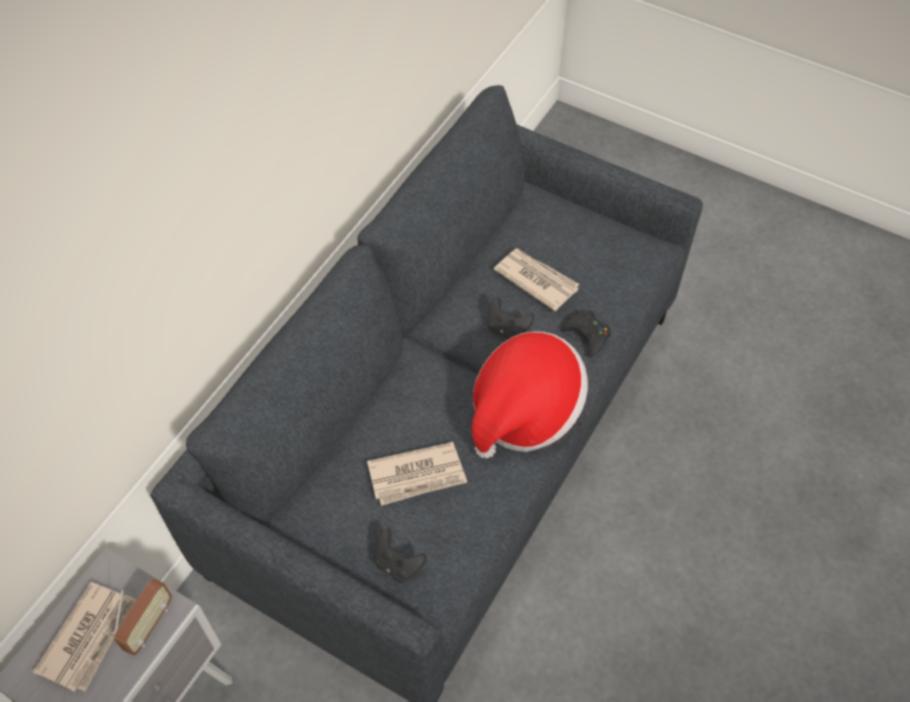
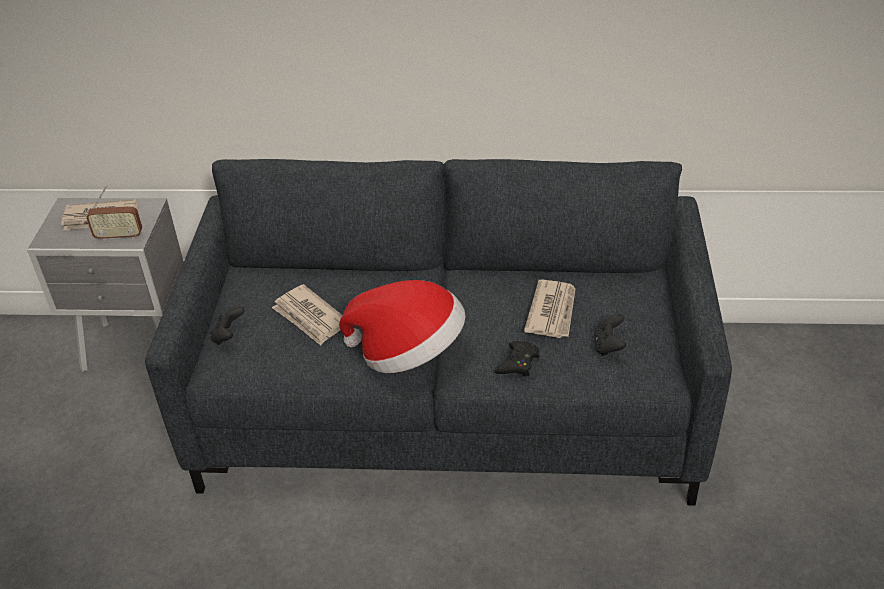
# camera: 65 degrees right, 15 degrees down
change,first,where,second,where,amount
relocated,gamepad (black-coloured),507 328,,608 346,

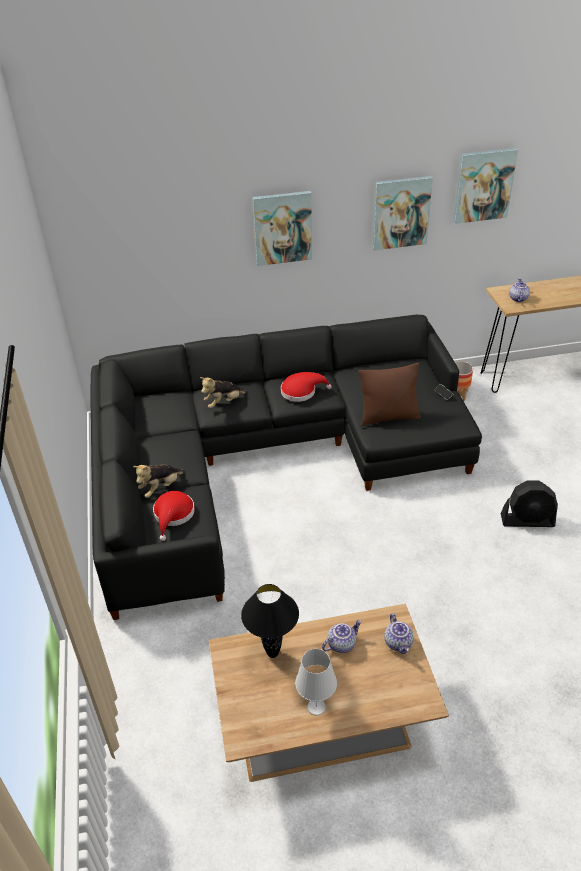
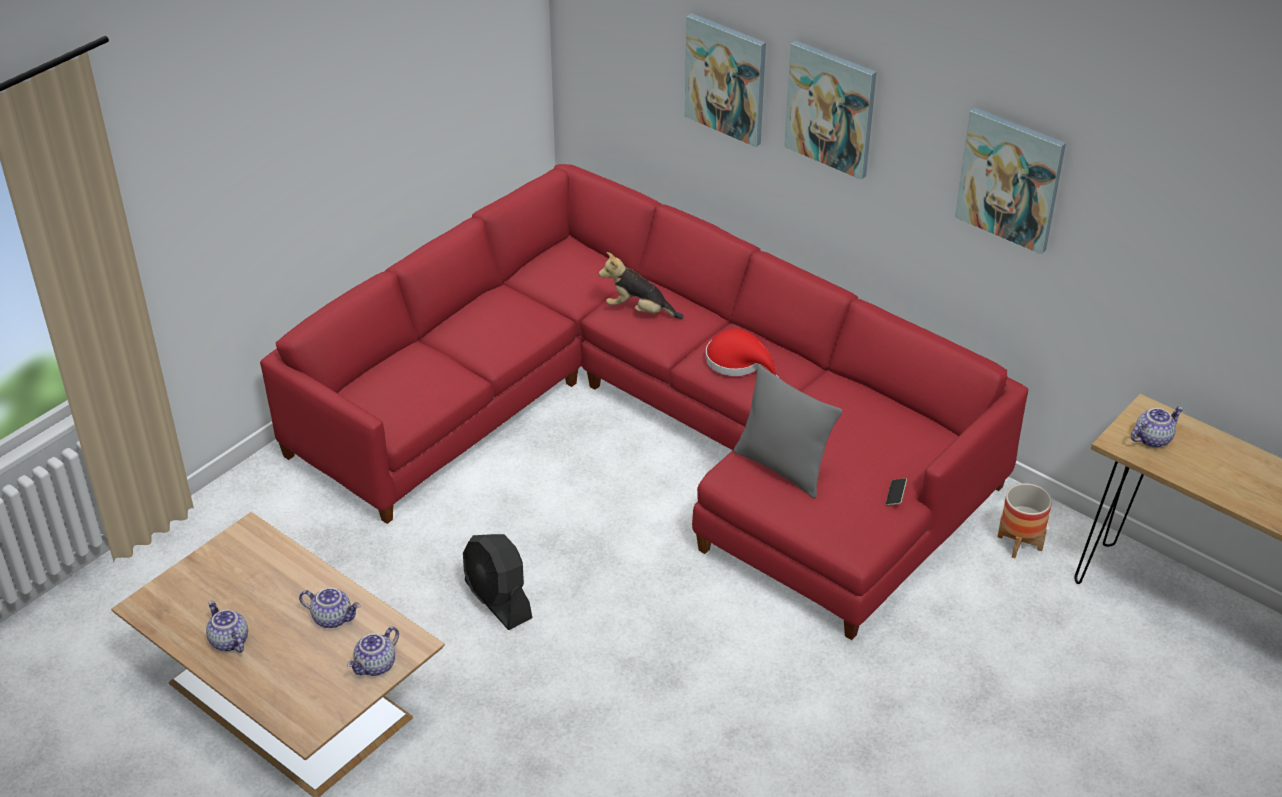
# camera: 50 degrees right, 0 degrees up
change,first,where,second,where,amount
missing,soft toy,161 488,,,
missing,wearable hat (red-coloured),173 515,,,
missing,table lamp (black-coloured),272 653,,,
relocated,picture,483 185,,726 79,
relocated,fan (black-coloured),527 520,,498 600,
exchanged,table lamp (white),316 707,teapot,228 641,
colour,sofa (black-coloured),264 460,sofa (red-coloured),653 428,
colour,pillow (brown),388 417,pillow (gray),782 467,

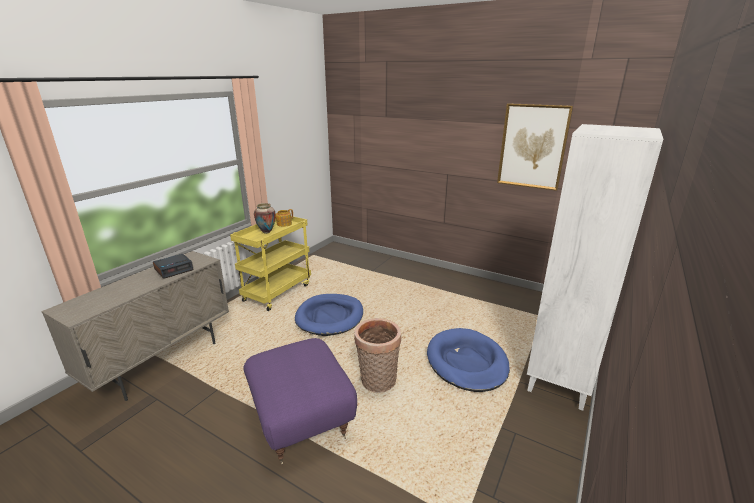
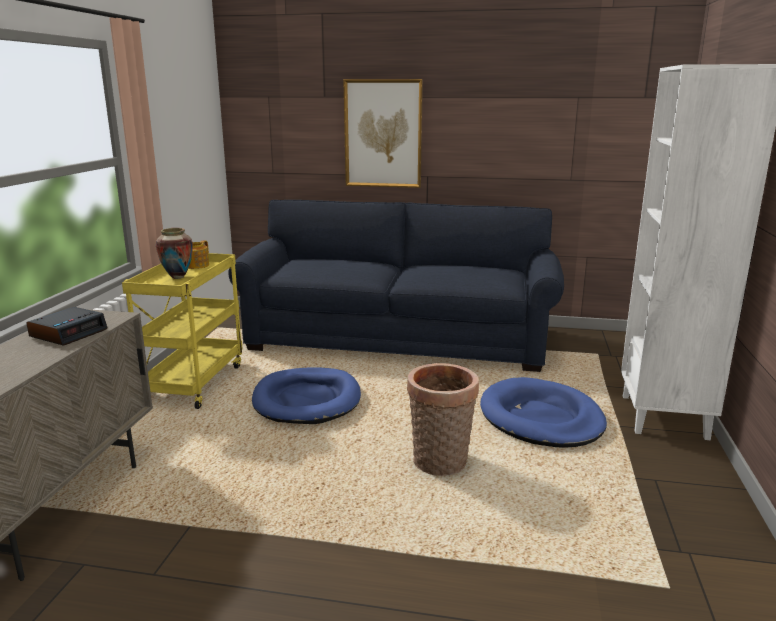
# camera: 20 degrees left, 5 degrees down
change,first,where,second,where,amount
missing,pouffe (purplish),302 418,,,
appeared,,,sofa (blue),398 339,
relocated,picture,532 146,,383 134,

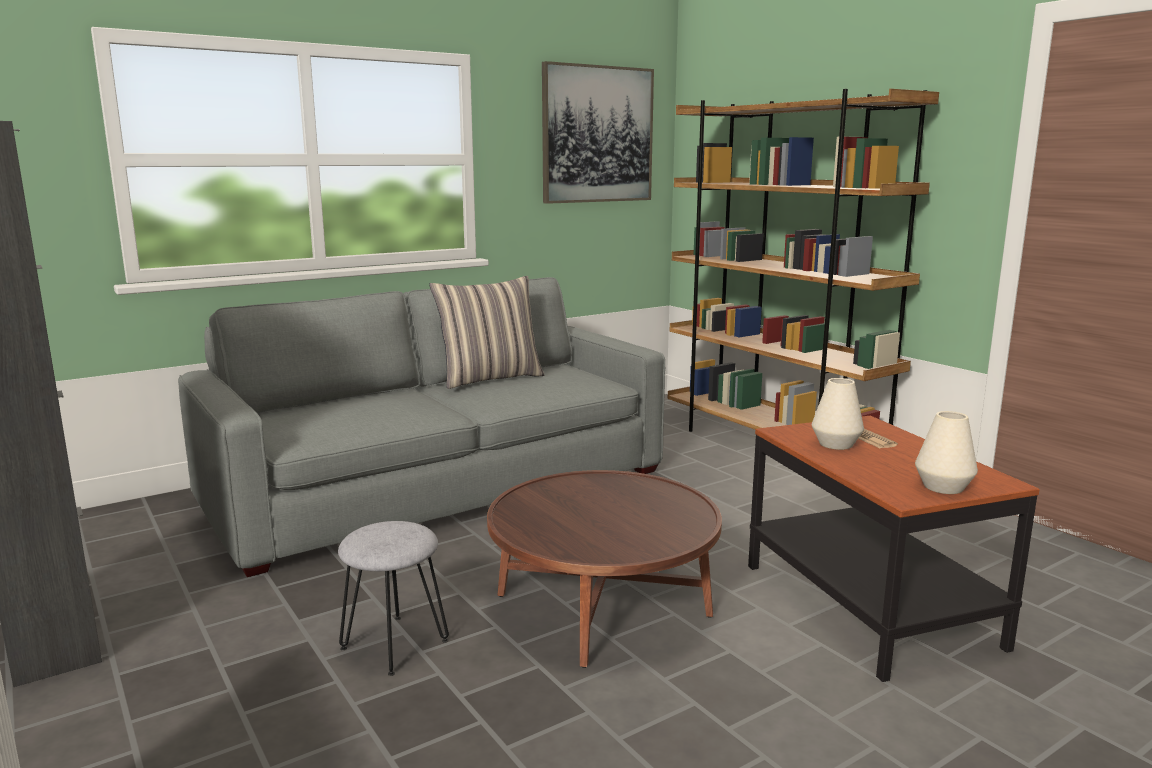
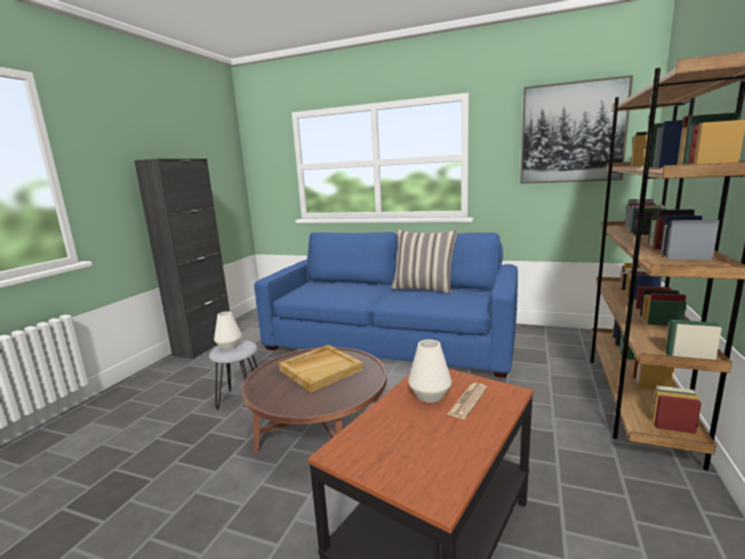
# camera: 55 degrees right, 0 degrees up
change,first,where,second,where,amount
appeared,,,serving tray (beige-coloured),321 369,
relocated,flower vase (white),943 487,,229 346,
colour,sofa (gray),438 486,sofa (blue),390 340,

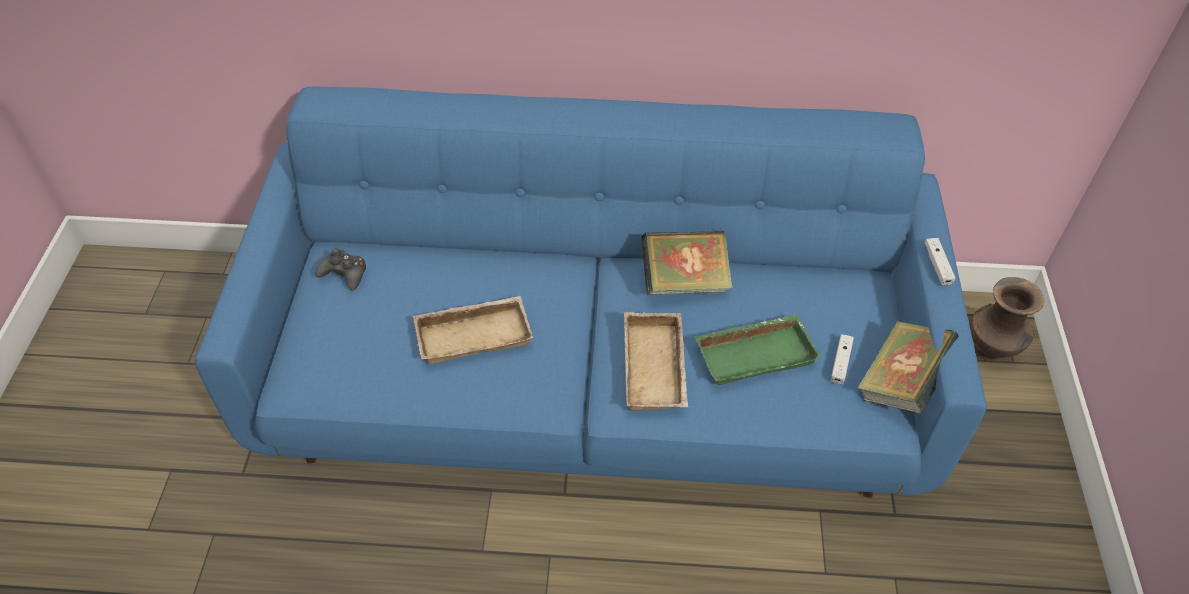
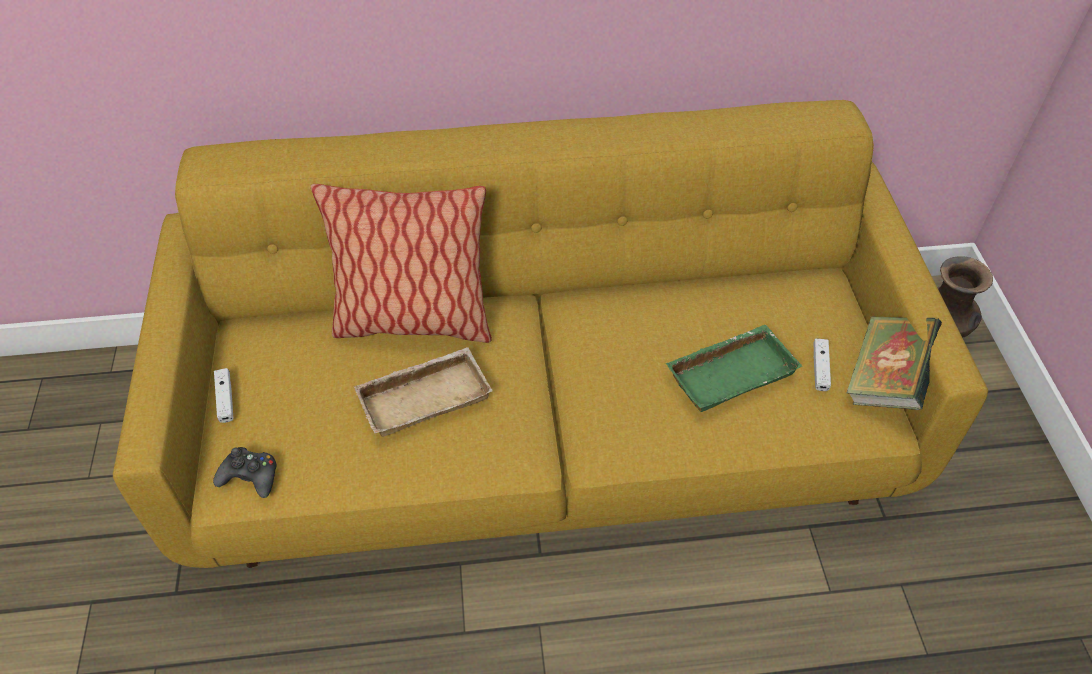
# camera: 10 degrees left, 0 degrees up
change,first,where,second,where,amount
missing,serving tray (beige-coloured),657 368,,,
missing,volume,684 281,,,
appeared,,,pillow,413 321,
relocated,gamepad (black-coloured),344 274,,250 476,
relocated,gamepad (white),937 265,,225 399,
colour,sofa (blue),595 384,sofa (yellow),547 430,

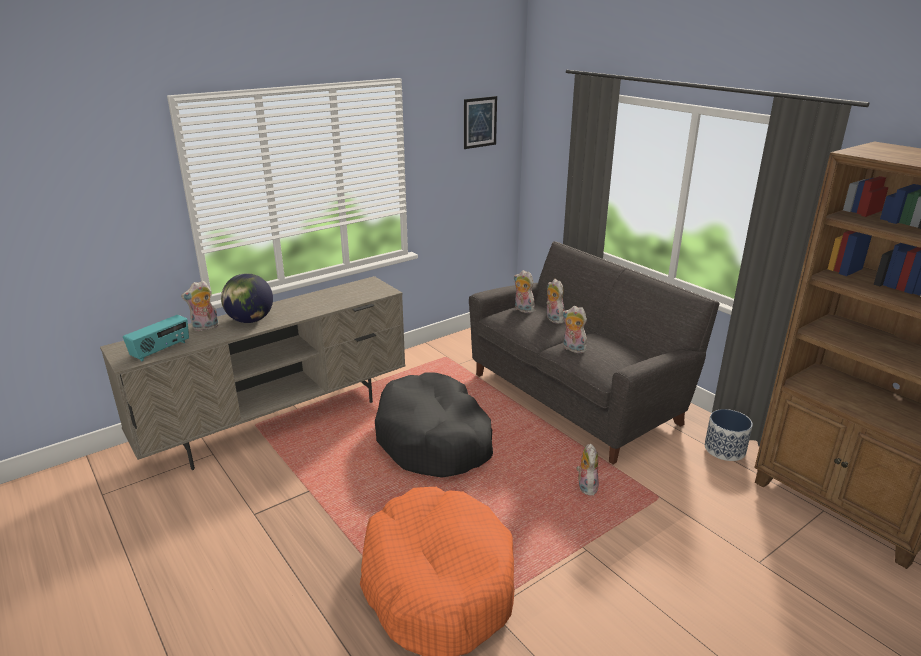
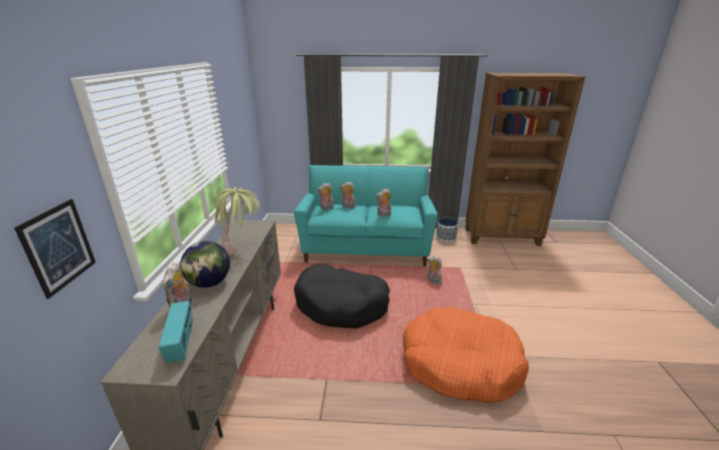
# camera: 50 degrees left, 0 degrees up
change,first,where,second,where,amount
appeared,,,houseplant,243 250,
relocated,picture,480 122,,59 247,
colour,sofa (gray),576 397,sofa (turquoise),366 247,

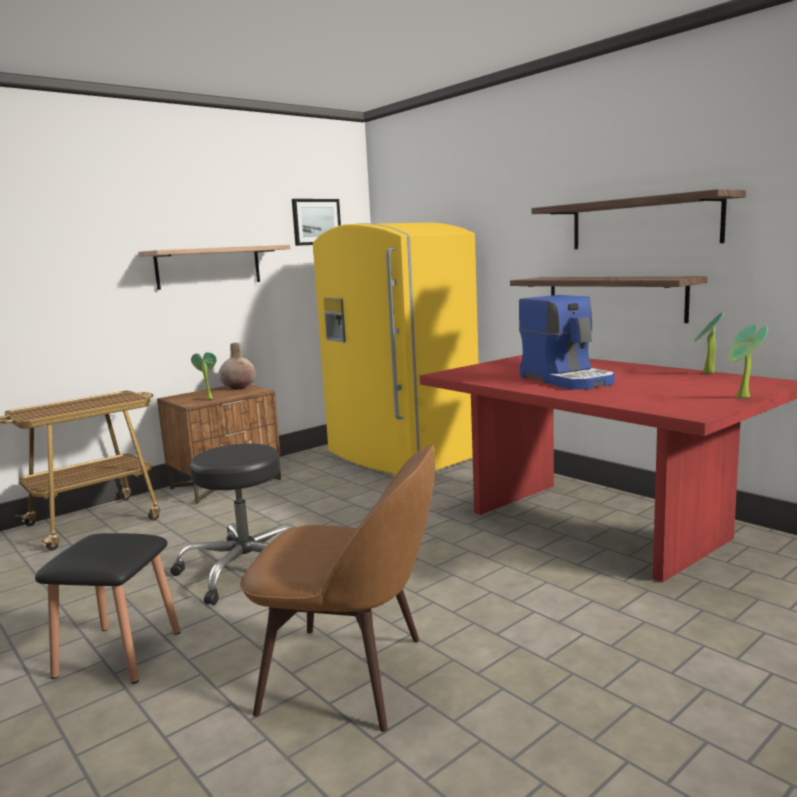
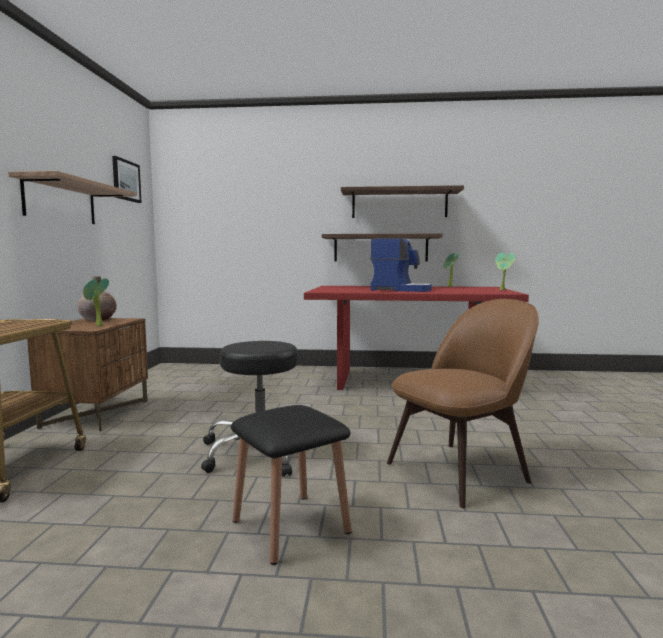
# camera: 45 degrees left, 5 degrees down
change,first,where,second,where,amount
missing,refrigerator (yellow),400 456,,,

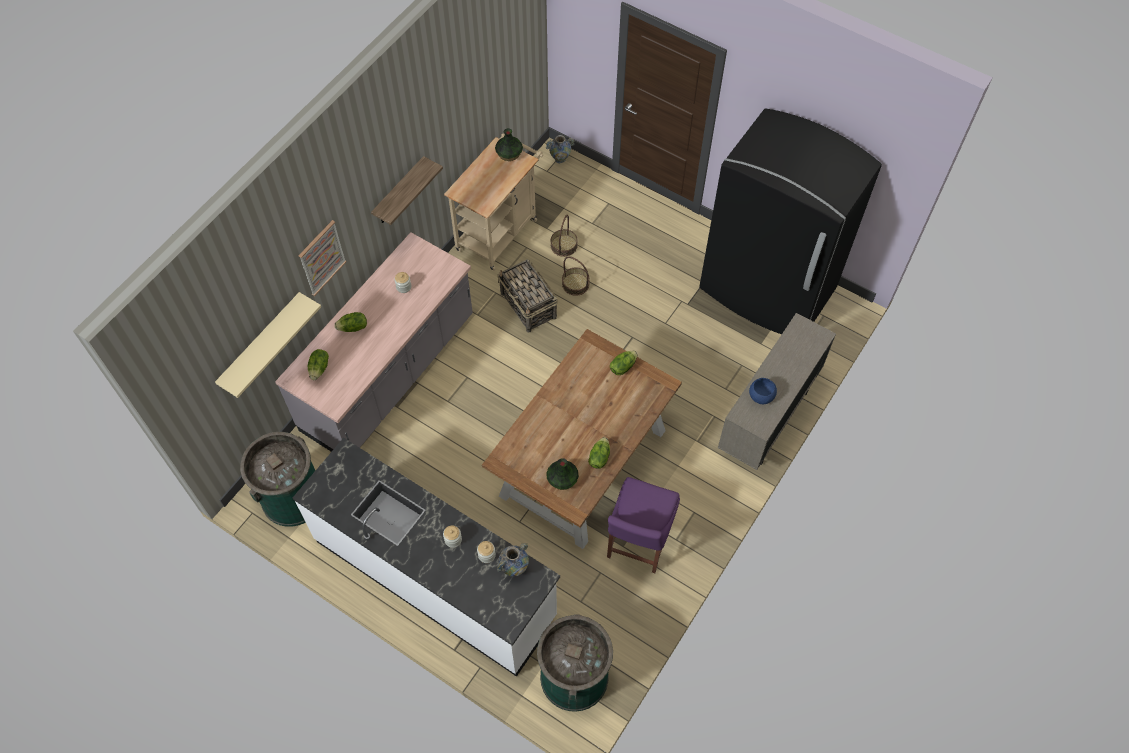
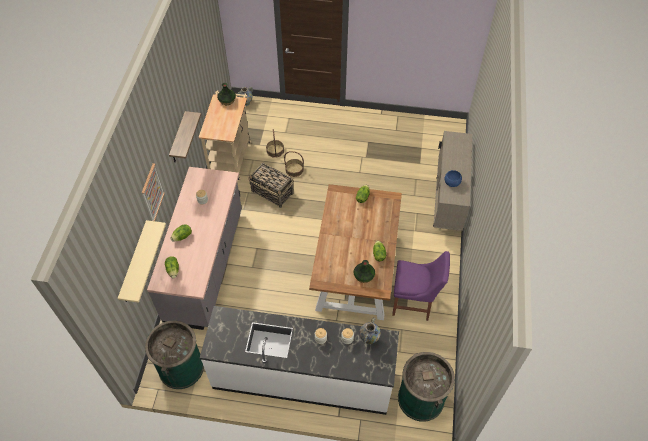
# camera: 25 degrees left, 5 degrees down
change,first,where,second,where,amount
missing,refrigerator (black-coloured),767 290,,,
spun,chair (purplish),637 544,,414 304,75 degrees counterclockwise

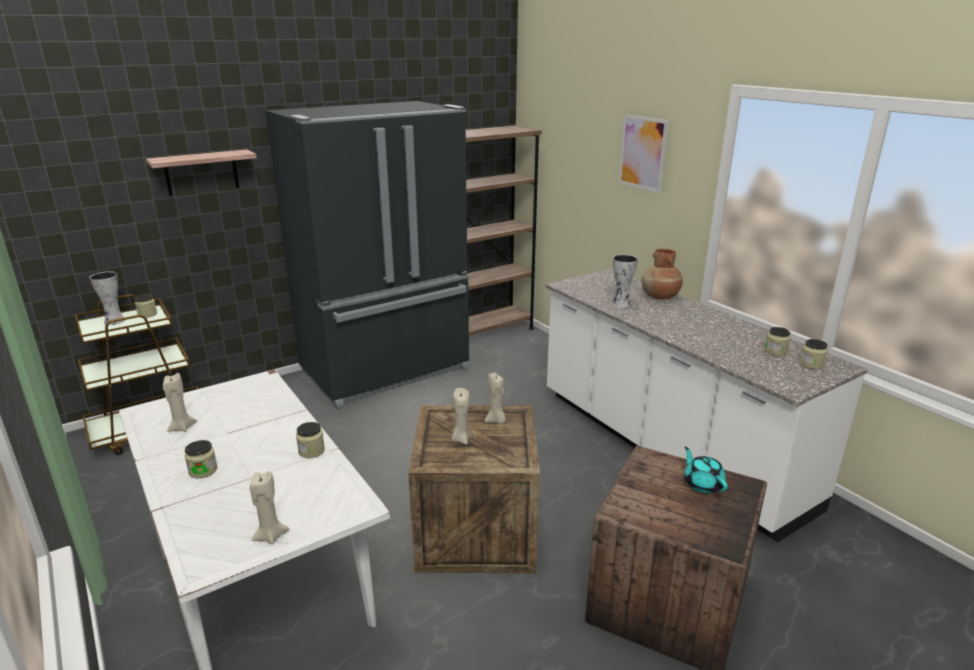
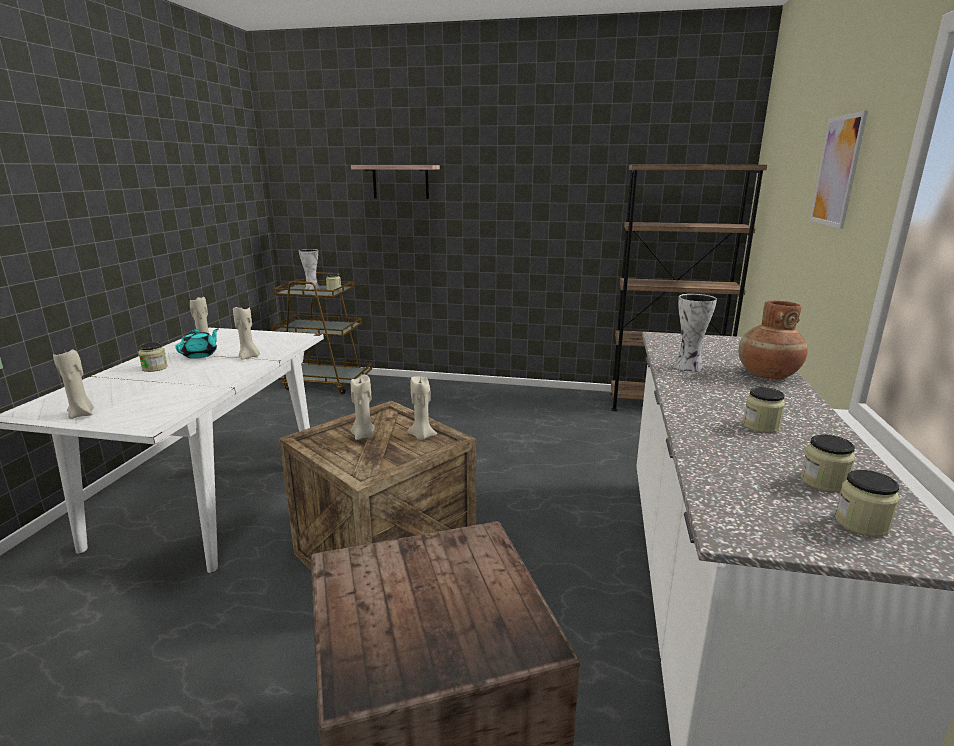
# camera: 45 degrees right, 5 degrees down
change,first,where,second,where,amount
missing,refrigerator (black-coloured),387 371,,,
appeared,,,wax light (beige-coloured),249 357,
relocated,storage jar,311 451,,761 426,
relocated,teapot (turquoise),702 484,,200 355,

